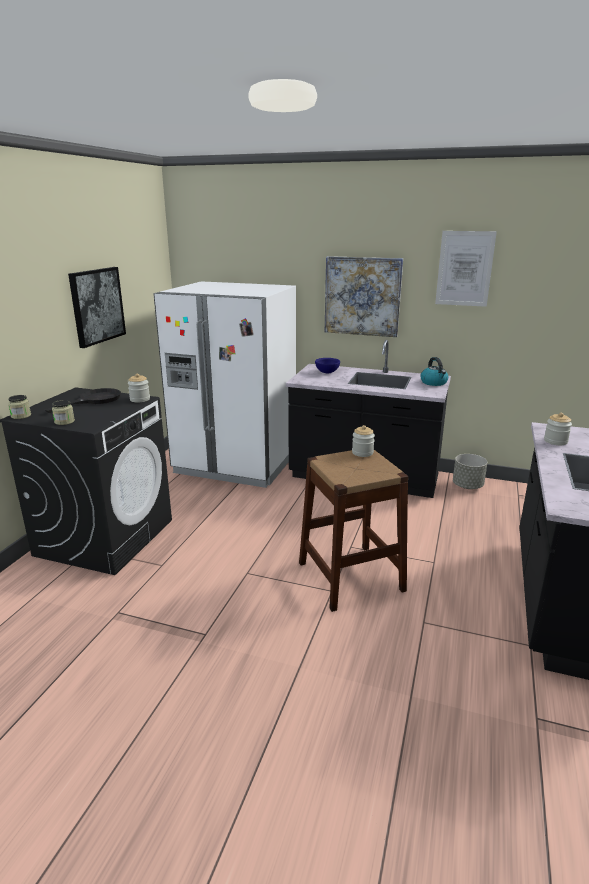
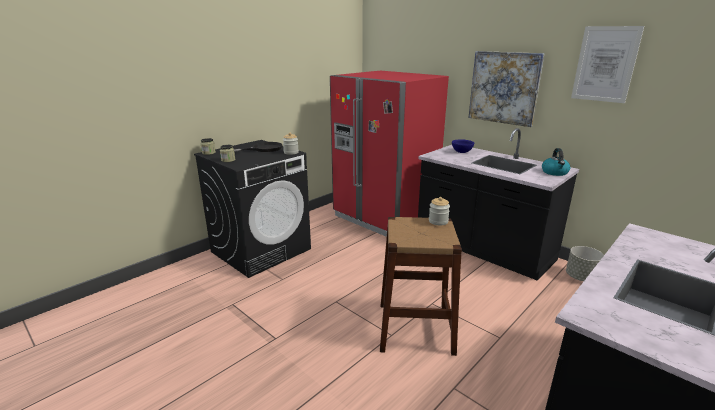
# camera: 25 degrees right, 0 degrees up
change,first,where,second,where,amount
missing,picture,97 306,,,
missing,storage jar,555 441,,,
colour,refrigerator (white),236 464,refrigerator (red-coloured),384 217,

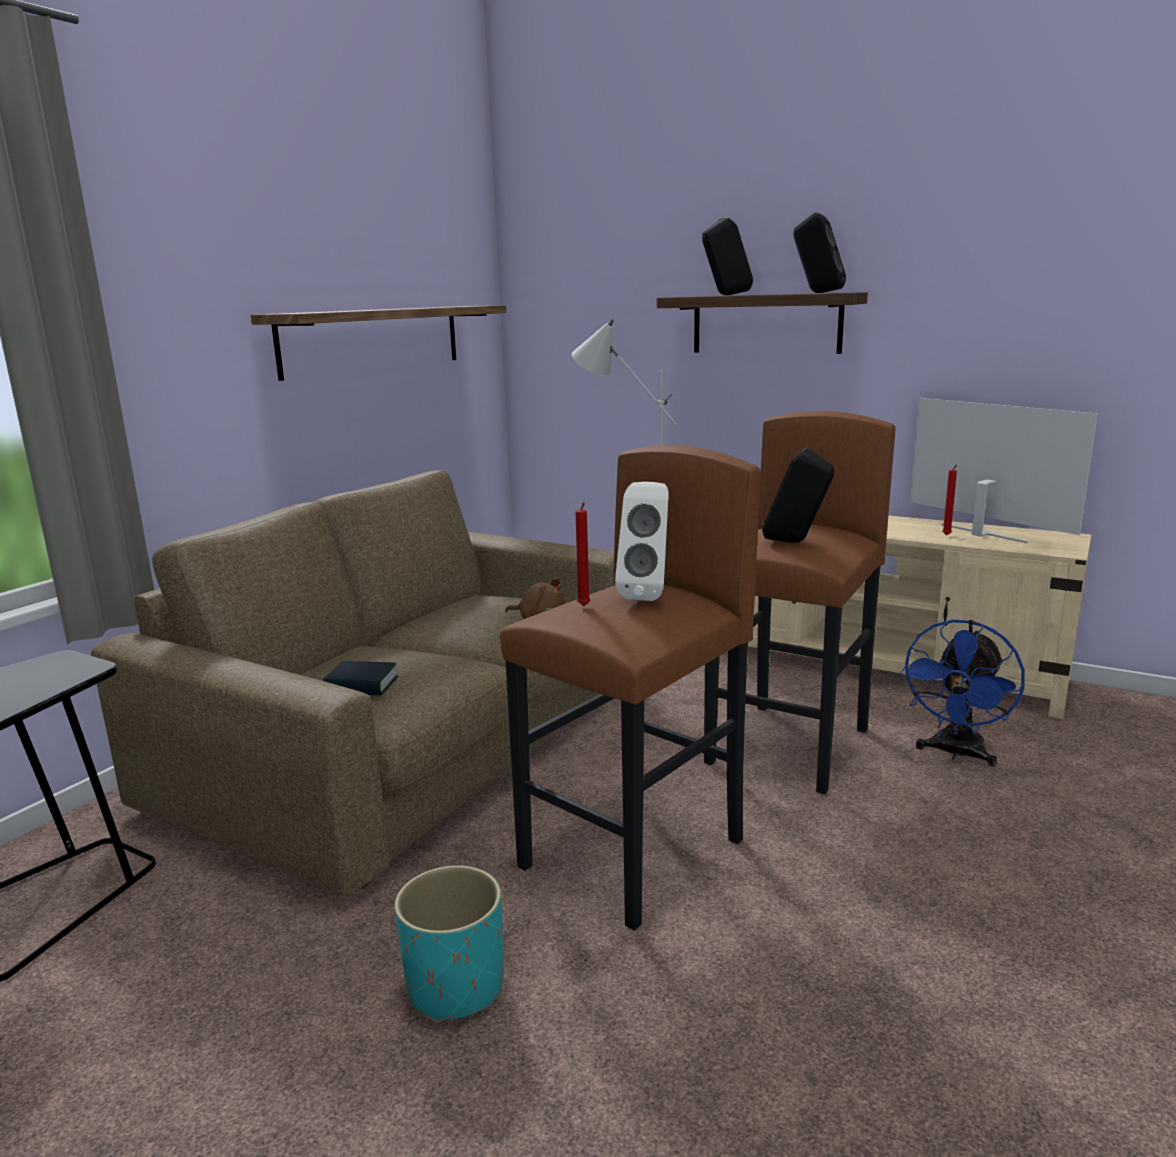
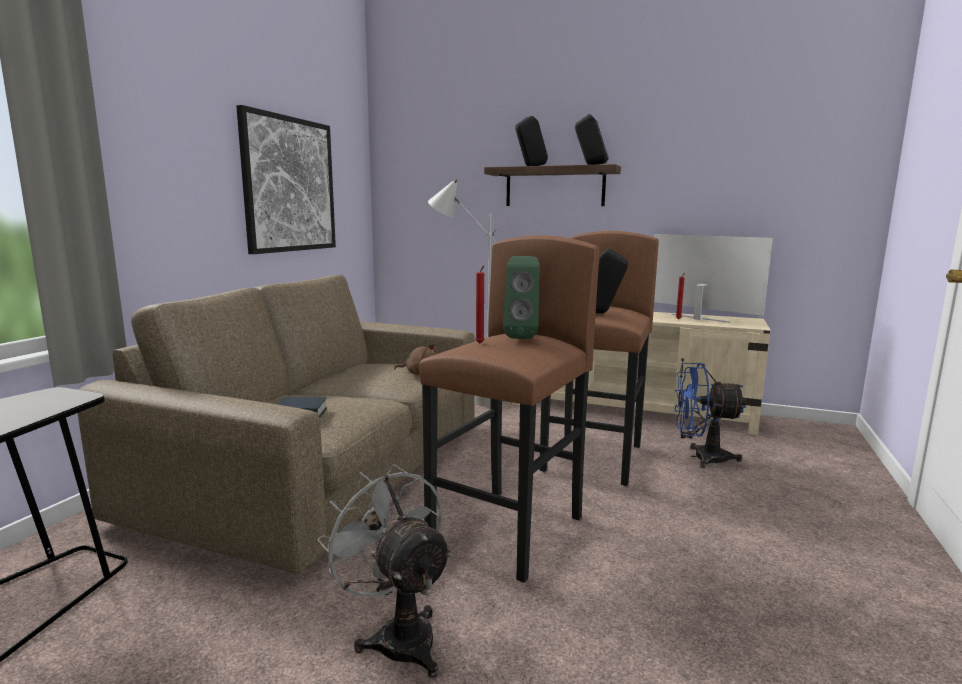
# camera: 10 degrees left, 5 degrees down
change,first,where,second,where,amount
exchanged,bracket shelf,374 339,picture,289 185,
exchanged,planter (turquoise),455 988,fan (gray),398 635,
colour,audio speaker (white),648 594,audio speaker (green-coloured),521 337,
spun,fan (blue),956 753,,701 457,75 degrees clockwise

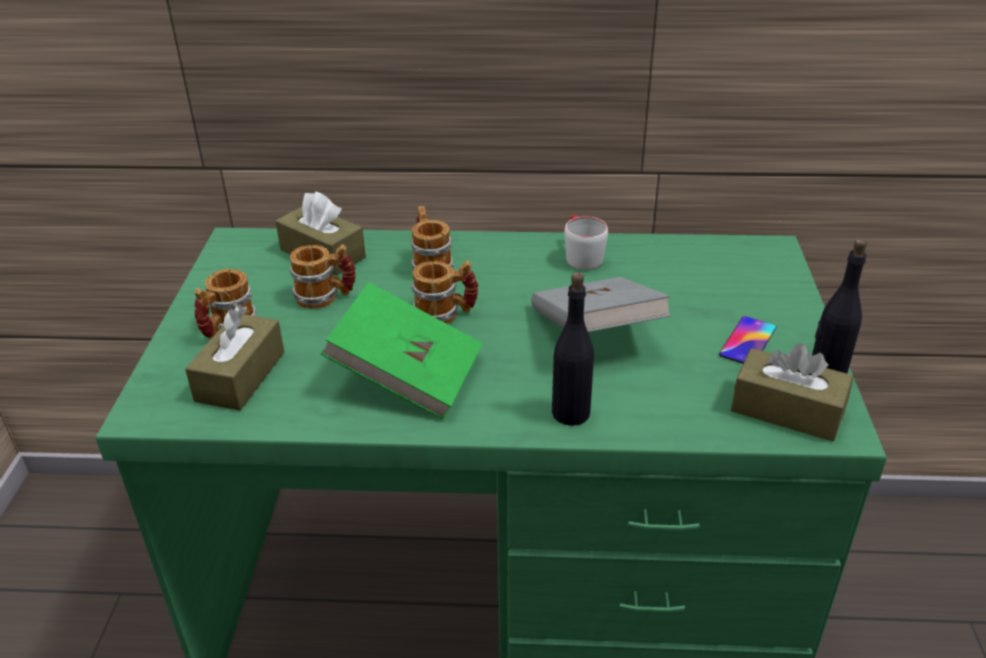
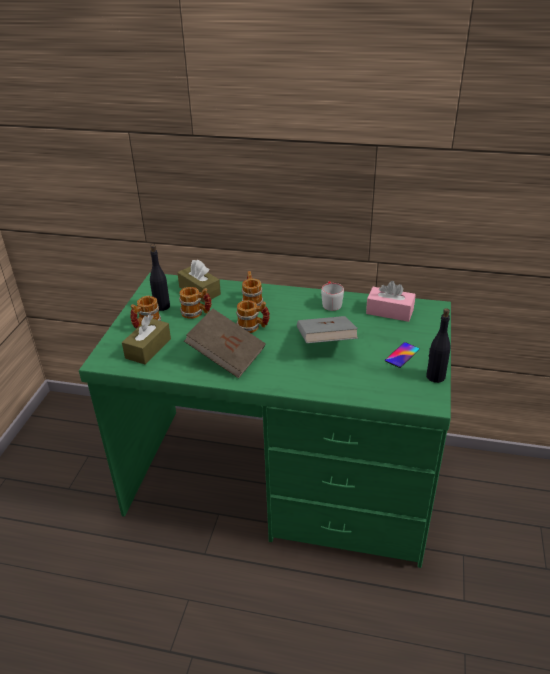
# camera: 10 degrees right, 0 degrees up
change,first,where,second,where,amount
missing,tissue box (brown),787 410,,,
appeared,,,tissue box (pink),389 311,
relocated,bottle (black-coloured),570 413,,162 306,
colour,volume (green-coloured),407 376,volume (brown),227 356,

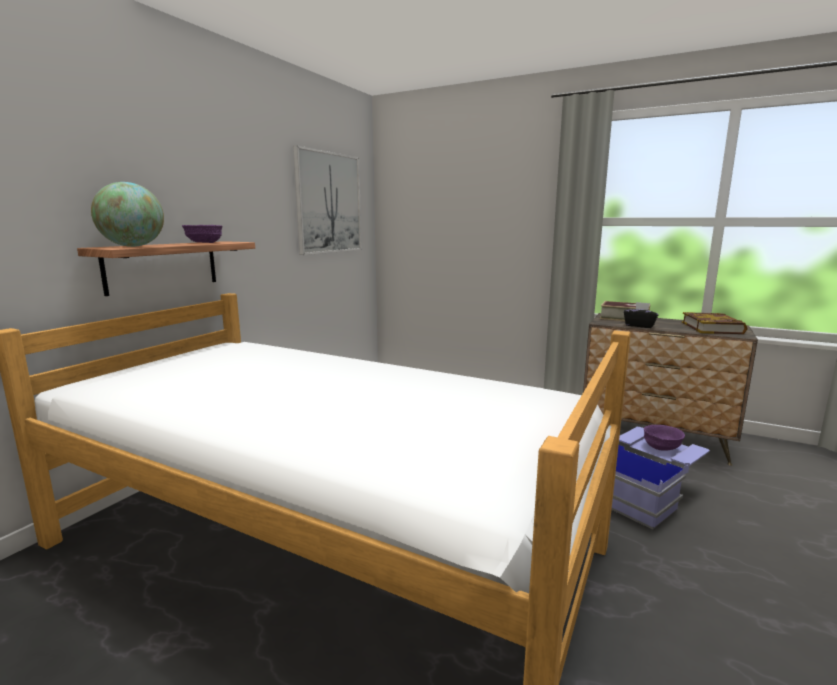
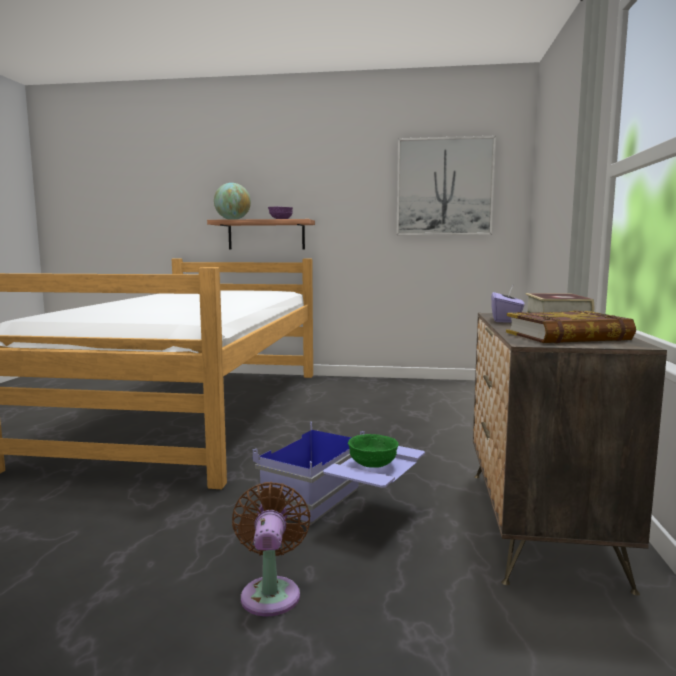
# camera: 70 degrees right, 5 degrees down
change,first,where,second,where,amount
appeared,,,fan (brown),271 592,
colour,tissue box (black-coloured),639 325,tissue box (purplish),506 320,
colour,serving bowl (purplish),661 448,serving bowl (green-coloured),372 465,

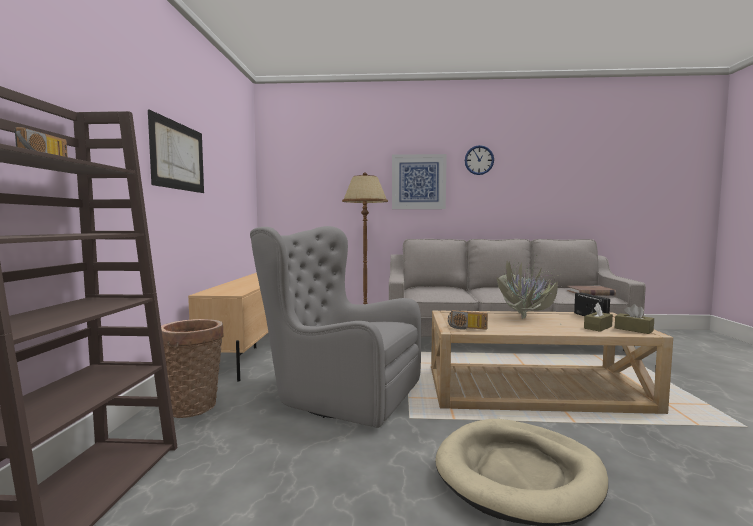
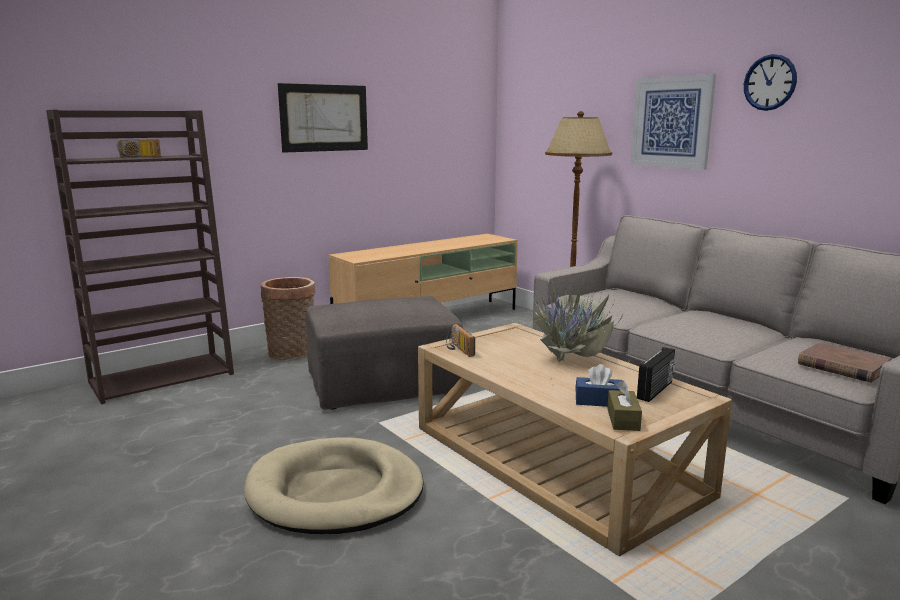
# camera: 50 degrees right, 10 degrees up
change,first,where,second,where,amount
exchanged,easy chair (gray),338 394,pouffe (gray),383 383,
colour,tissue box (brown),598 327,tissue box (blue),598 401,

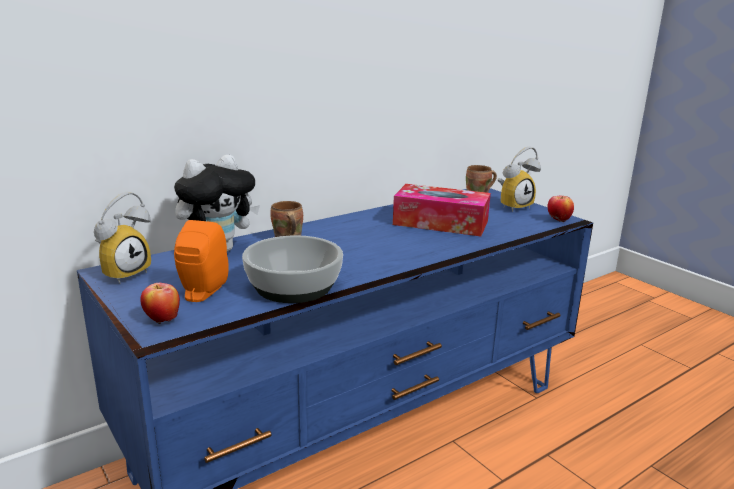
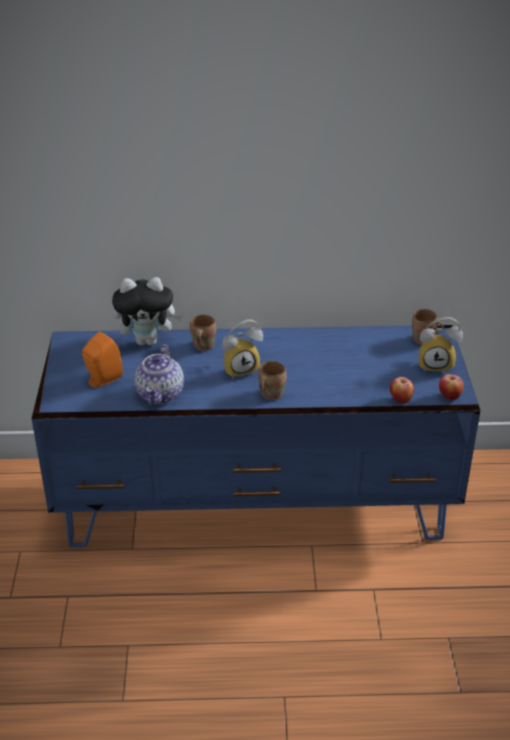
# camera: 35 degrees right, 15 degrees up
change,first,where,second,where,amount
missing,tissue box,440 223,,,
appeared,,,mug (brown),270 394,
relocated,bedside clock,124 272,,241 368,
relocated,apple,162 320,,400 400,
exchanged,serving bowl,294 286,teapot,161 395,

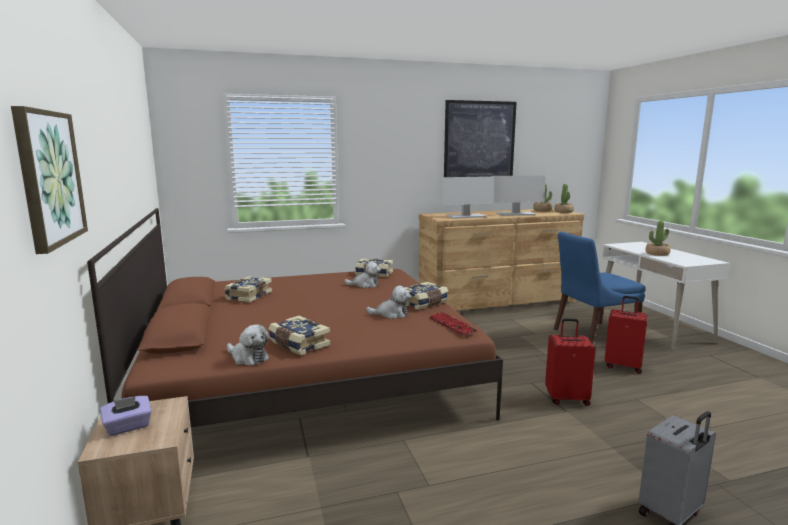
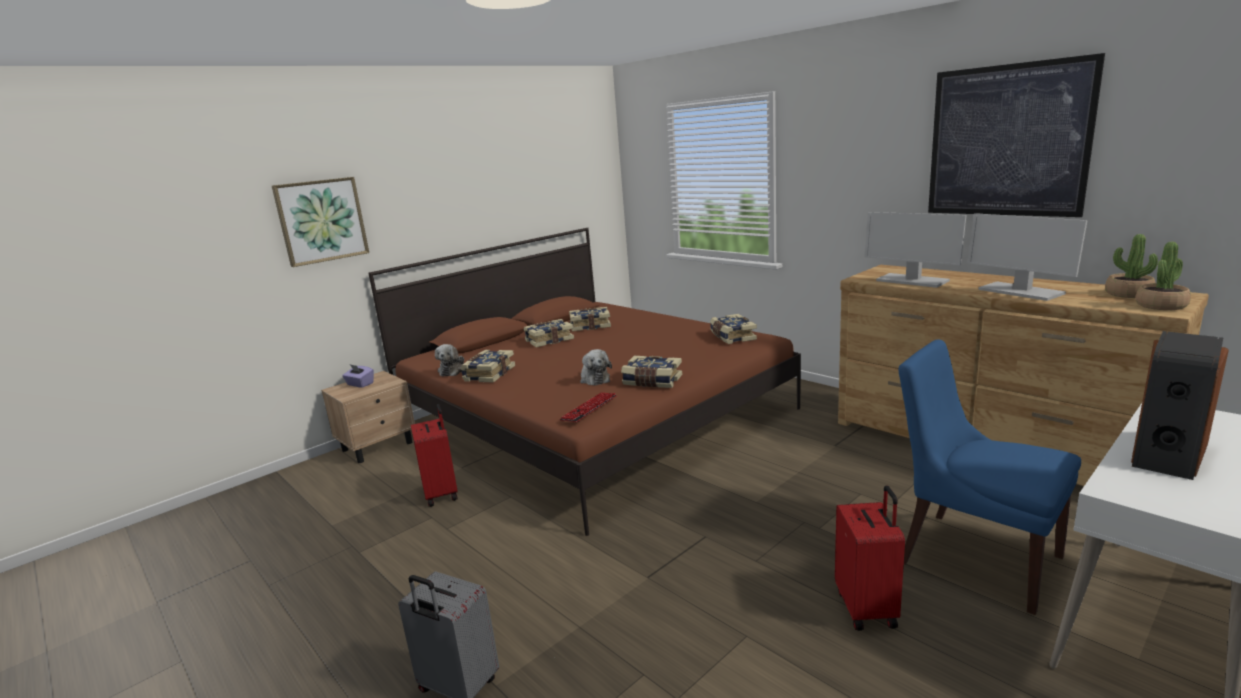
# camera: 65 degrees right, 5 degrees up
change,first,where,second,where,amount
missing,soft toy,365 285,,,
appeared,,,volume,549 340,
relocated,piece of luggage (red-coloured),567 398,,442 493,
exchanged,houseplant,657 253,audio speaker,1167 454,

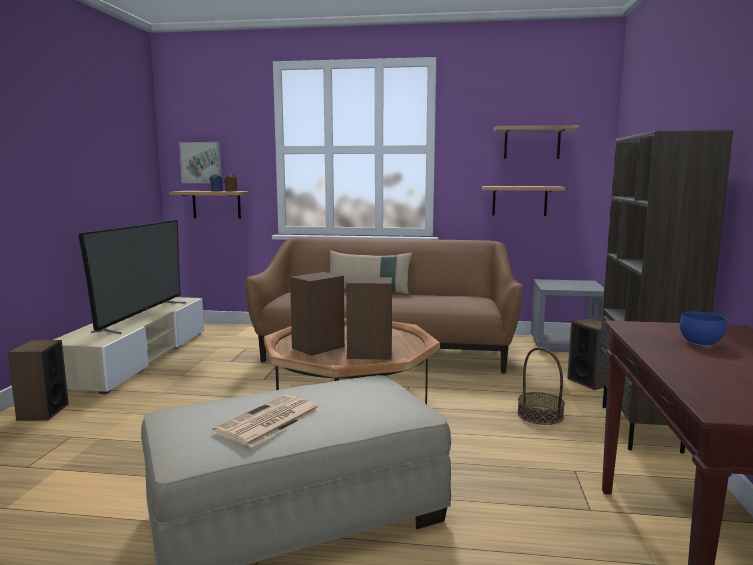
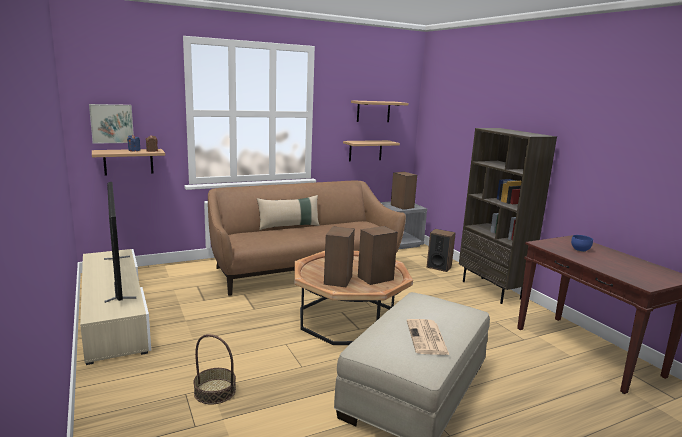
# camera: 35 degrees left, 5 degrees up
change,first,where,second,where,amount
relocated,audio speaker,42 412,,402 206,
relocated,household basket,540 415,,215 391,

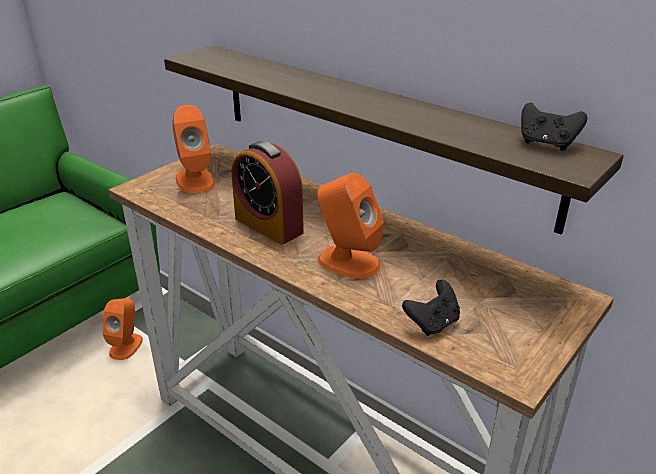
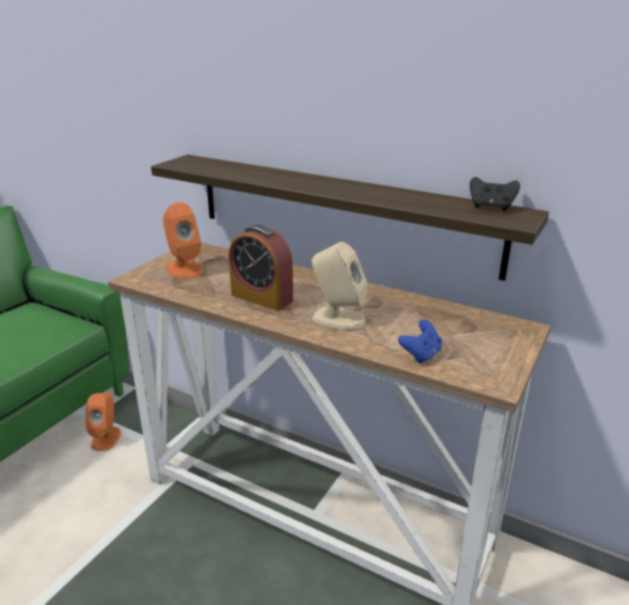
# camera: 10 degrees left, 5 degrees down
change,first,where,second,where,amount
colour,audio speaker (orangey),348 262,audio speaker (beige-coloured),338 318,
colour,gamepad (black-coloured),432 323,gamepad (blue),421 355,

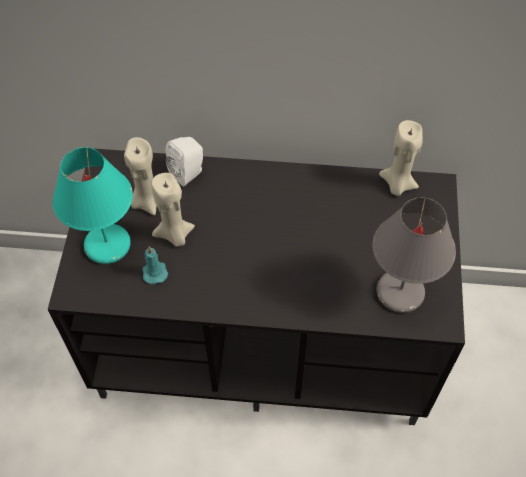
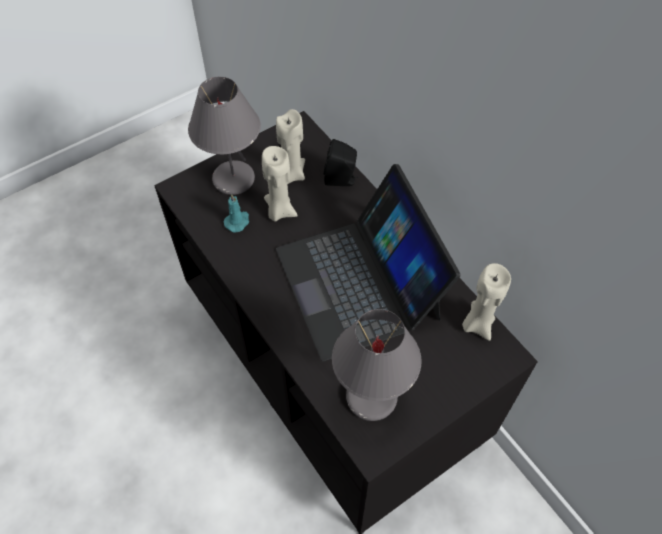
# camera: 50 degrees right, 0 degrees up
change,first,where,second,where,amount
appeared,,,notebook computer,359 282,
colour,table lamp (turquoise),107 246,table lamp (gray),232 179,
colour,audio speaker (white),189 173,audio speaker (black-coloured),341 180,

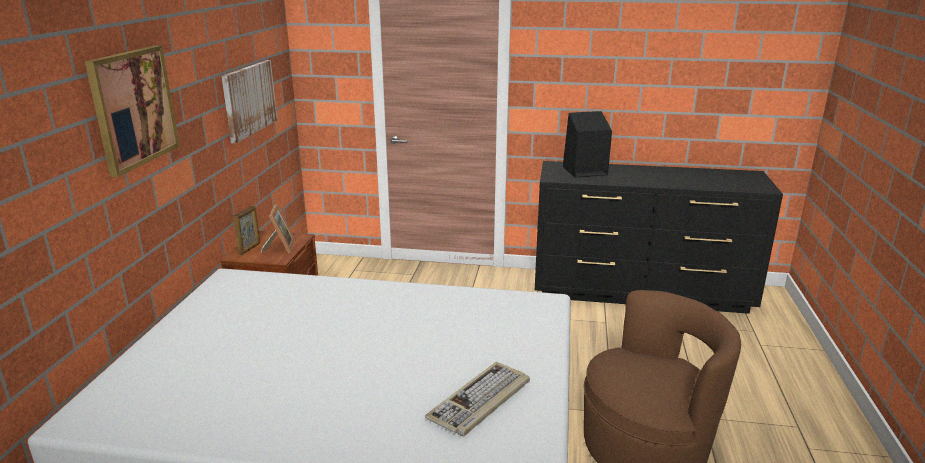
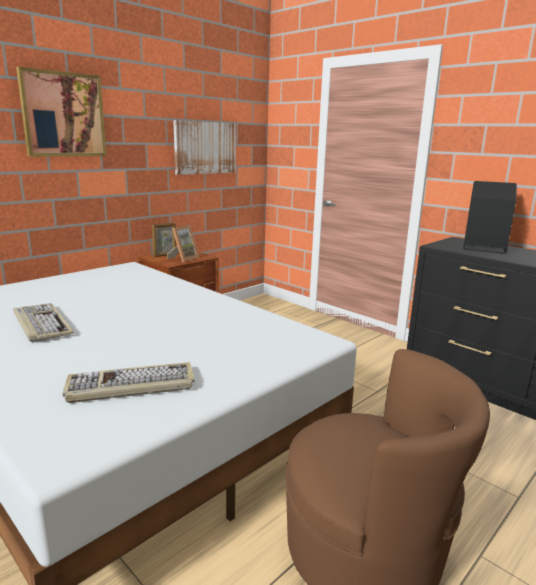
# camera: 35 degrees right, 5 degrees down
change,first,where,second,where,amount
appeared,,,PC keyboard,41 324,

